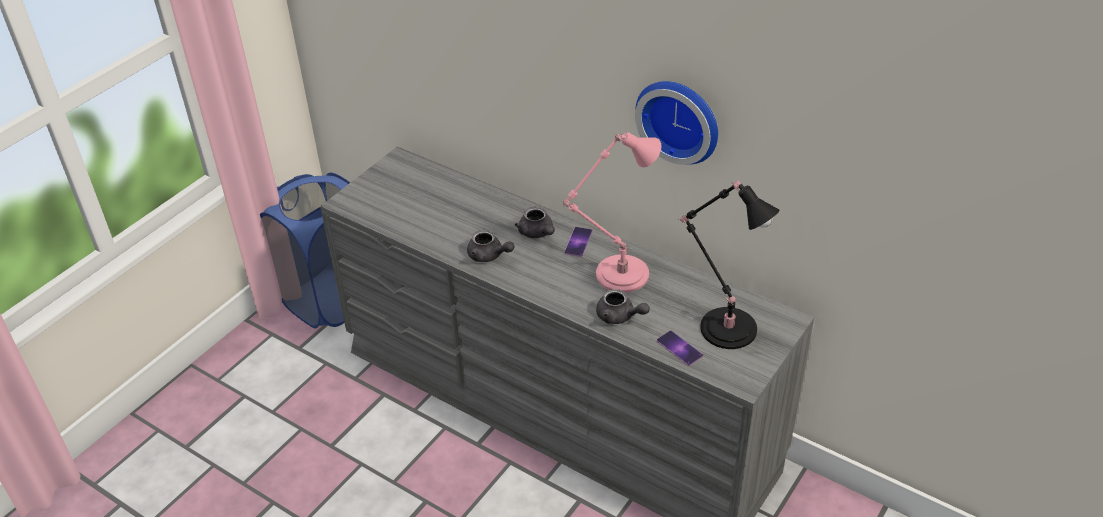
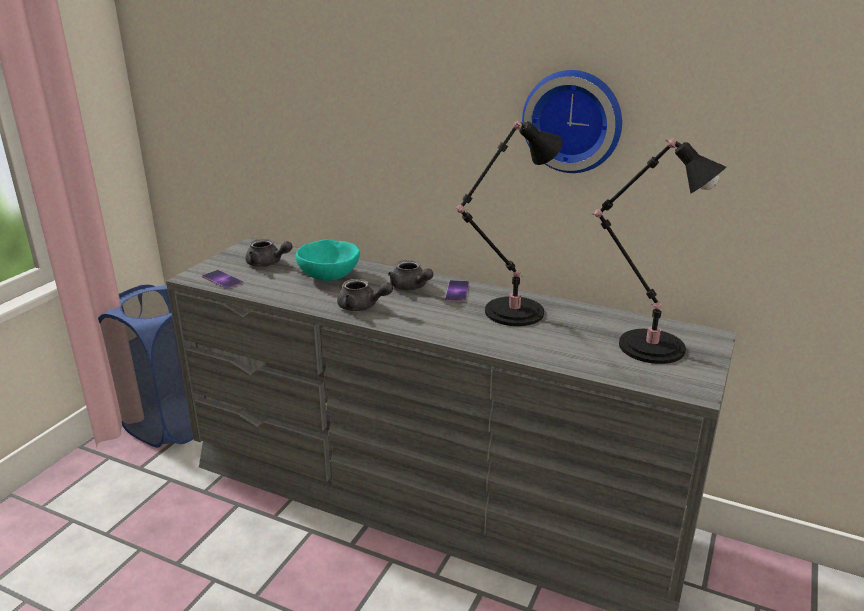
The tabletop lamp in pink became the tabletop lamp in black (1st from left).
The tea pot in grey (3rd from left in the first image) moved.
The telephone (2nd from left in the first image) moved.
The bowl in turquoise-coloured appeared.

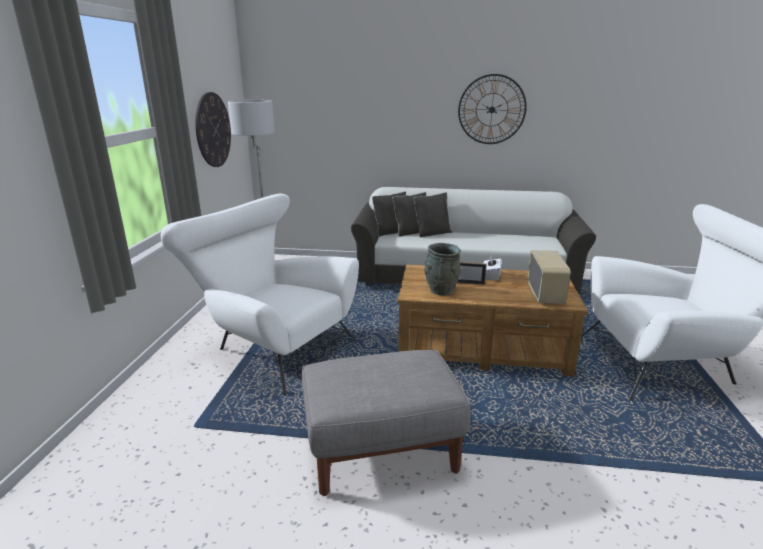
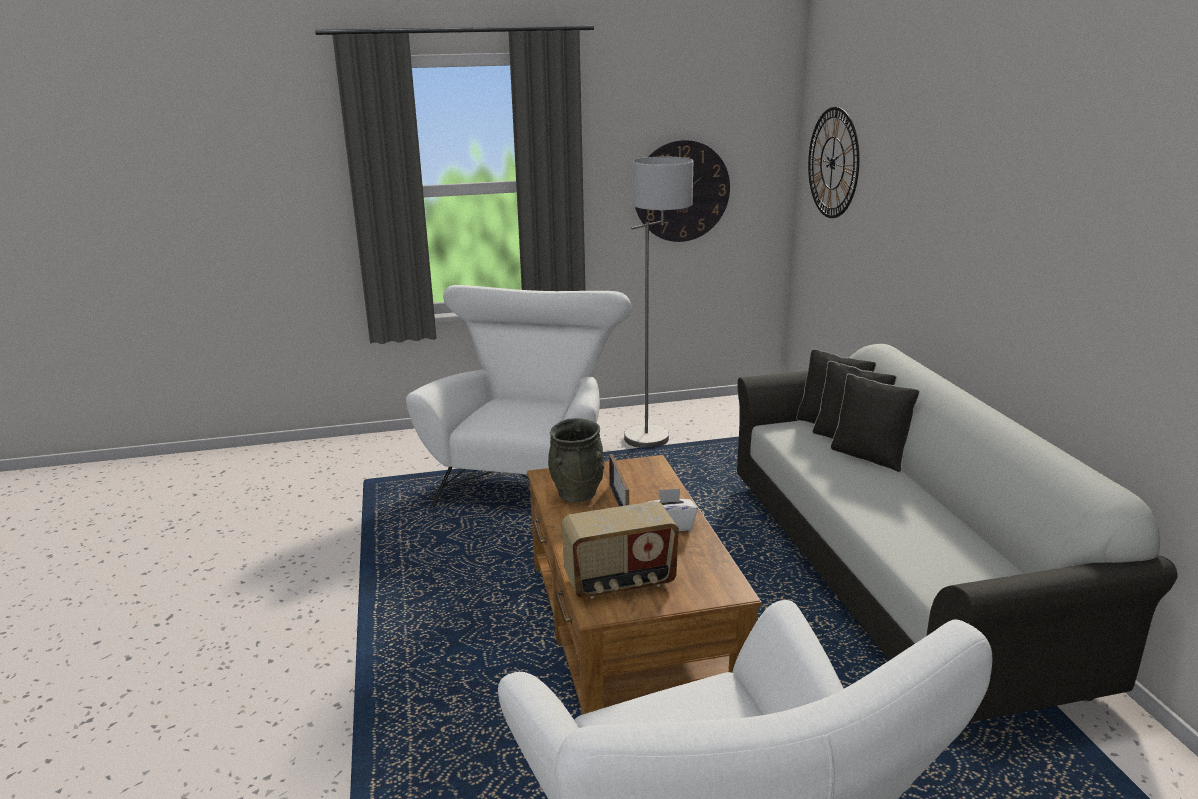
The wall clock (2nd from left) moved.
The ottoman in grey disappeared.

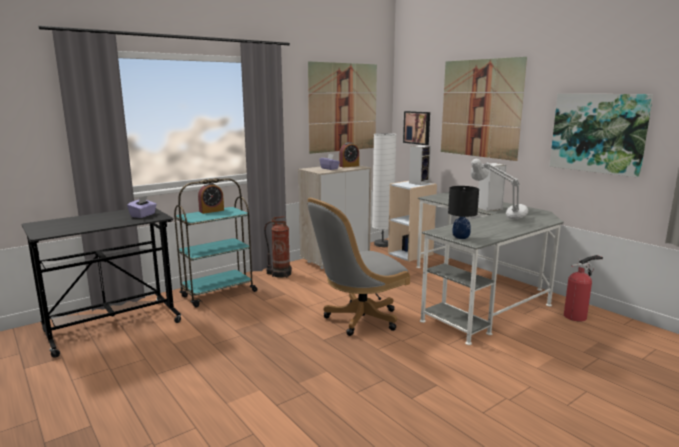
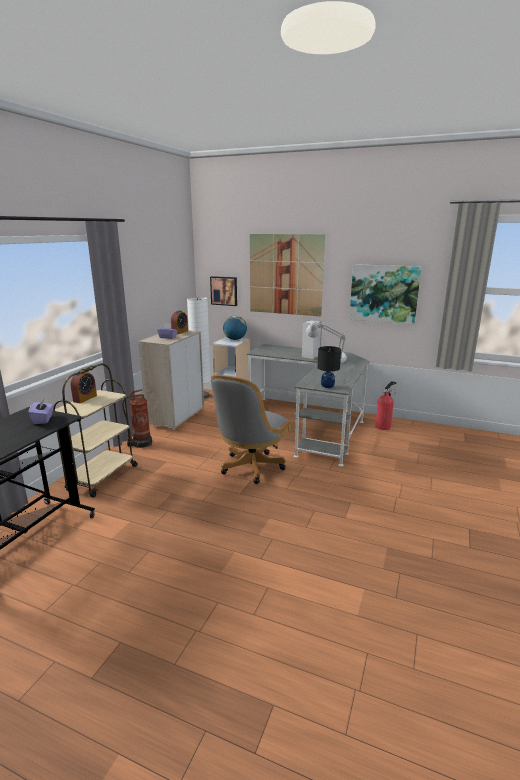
The picture (1st from left) disappeared.
The loudspeaker (1st from left) was replaced by the desk globe.
The cart in turquoise-coloured became the cart in beige-coloured.

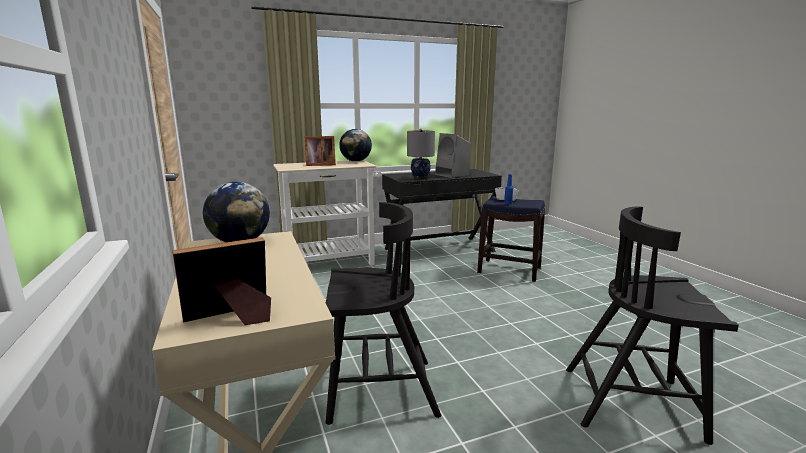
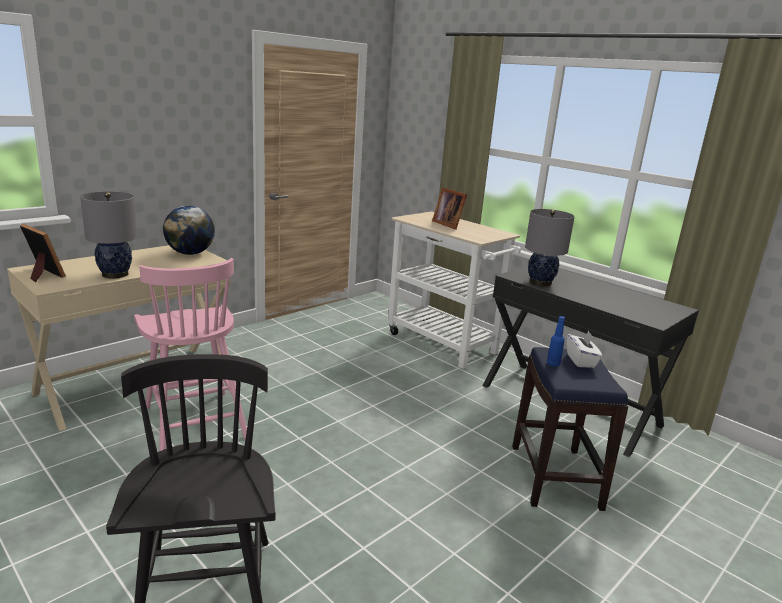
The desk globe (2nd from left) disappeared.
The loudspeaker in grey disappeared.
The chair in black (1st from left) became the chair in pink.
The tabletop lamp in grey (1st from left) appeared.

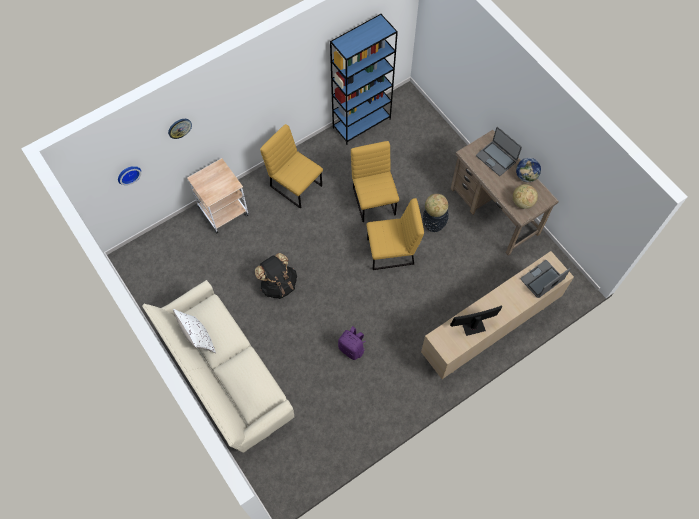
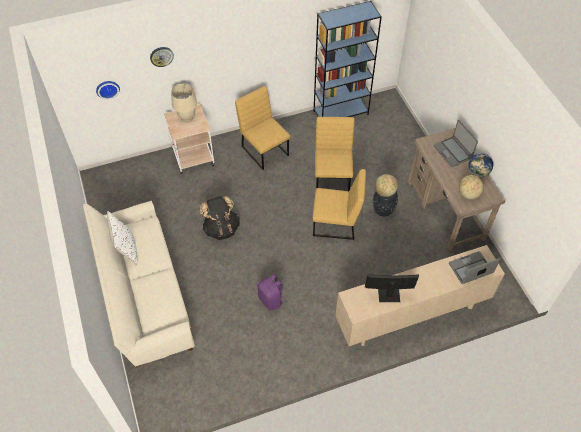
The tabletop lamp in beige-coloured appeared.

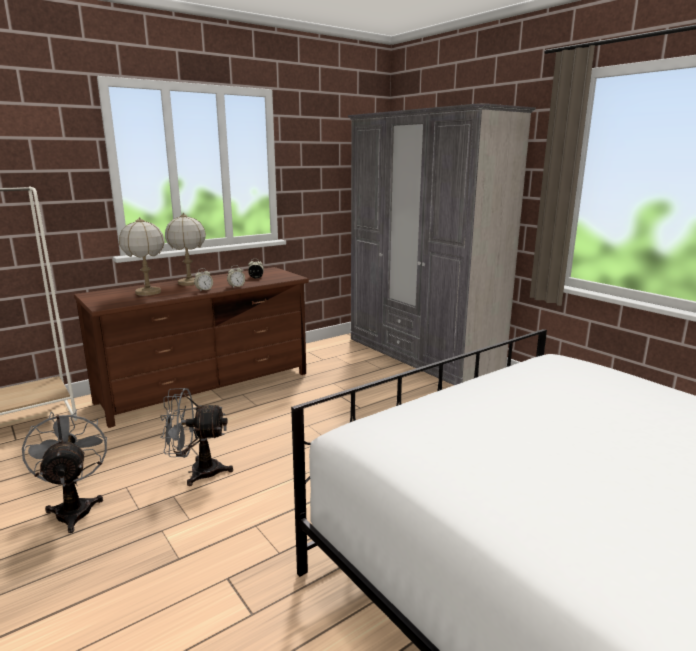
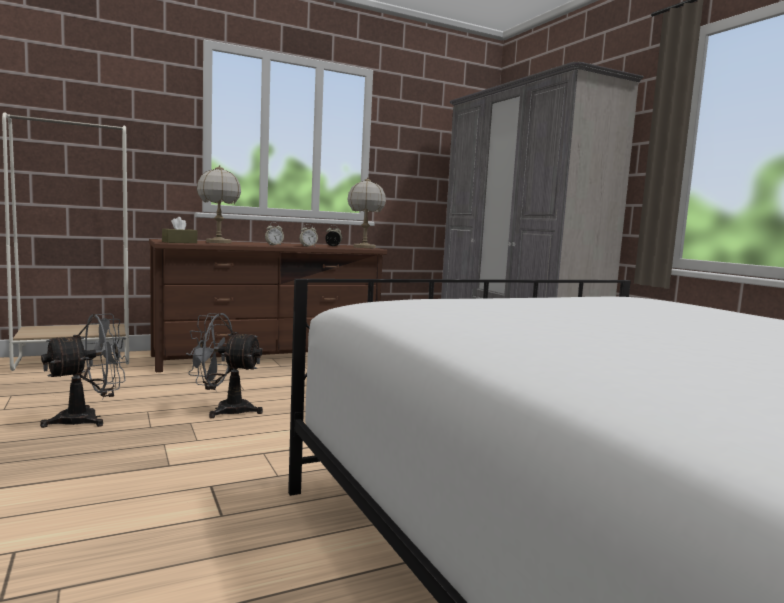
The tabletop lamp (2nd from left) moved.
The fan in grey (1st from left) turned 60 degrees clockwise.
The box of tissues in brown-coloured appeared.

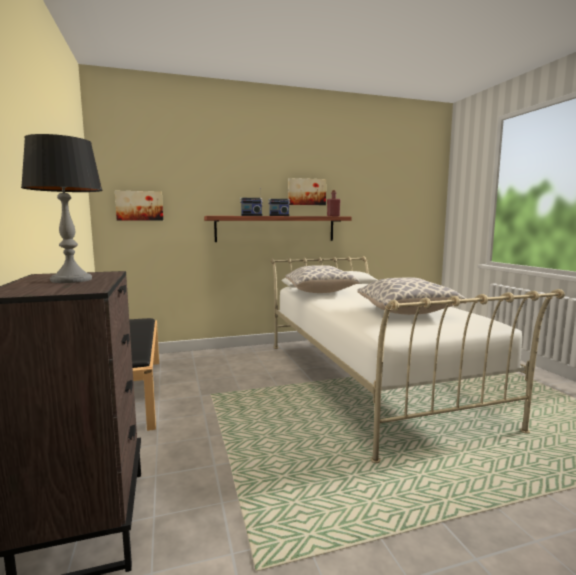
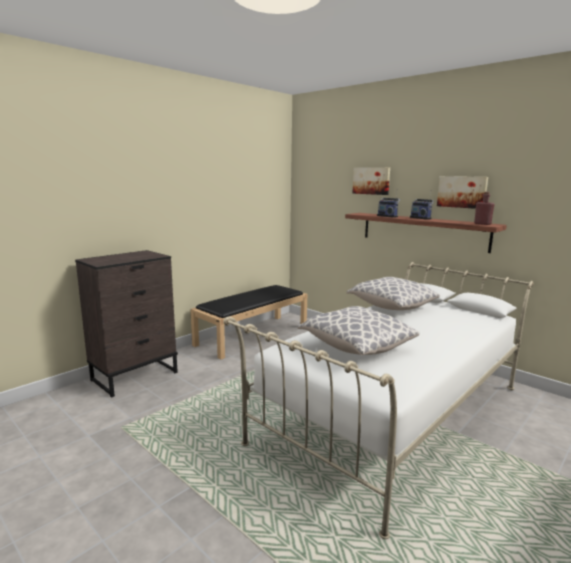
The tabletop lamp disappeared.
The picture (1st from left) moved.

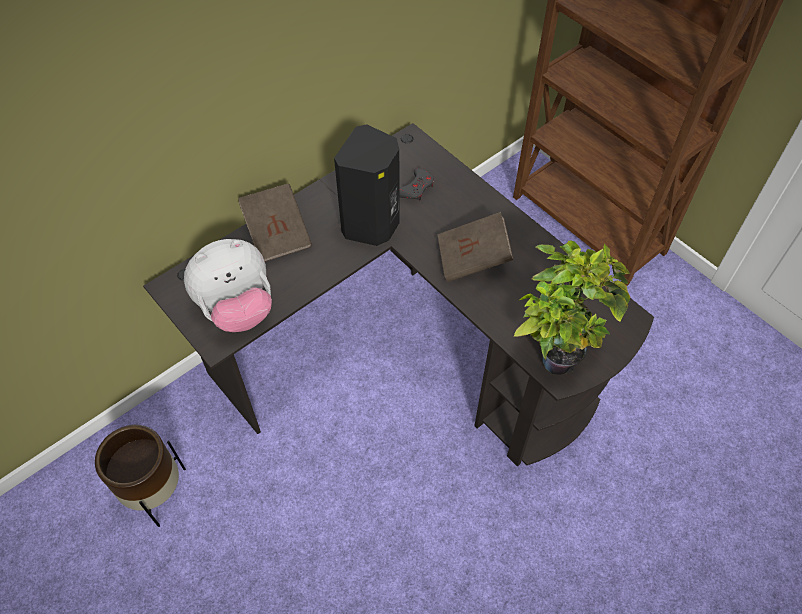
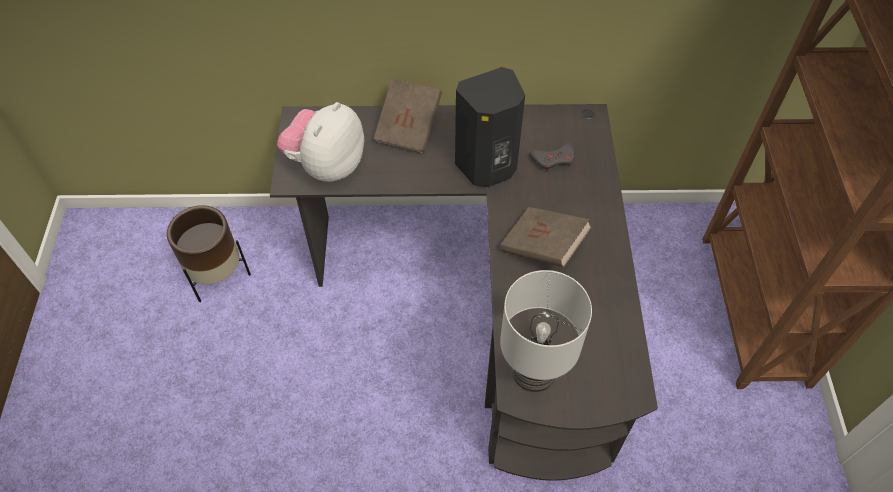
The plush toy turned 105 degrees clockwise.
The plant in a pot was replaced by the tabletop lamp in grey.

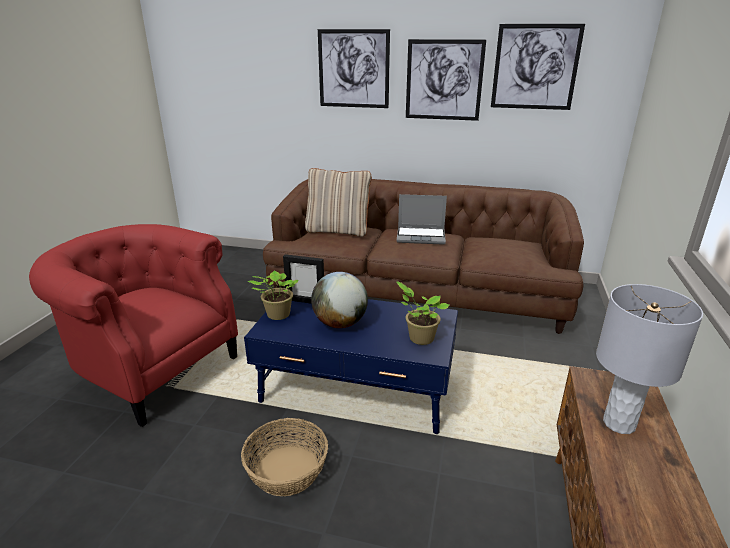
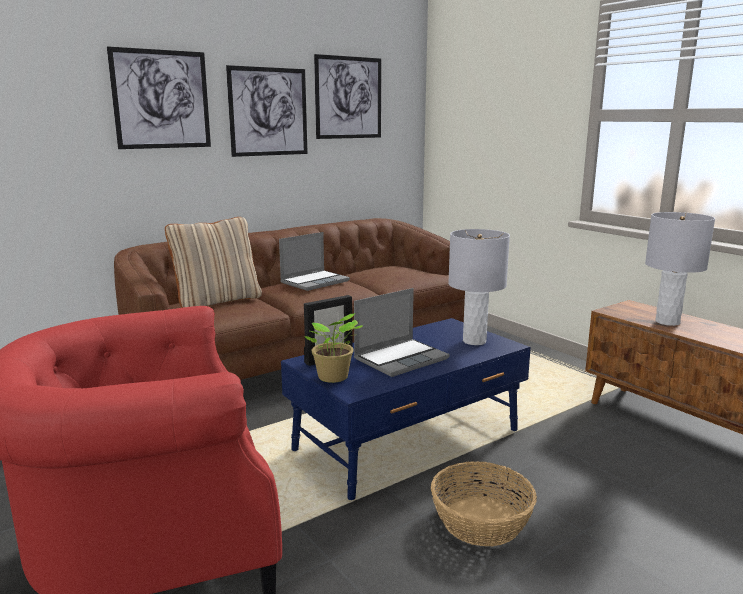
The desk globe was replaced by the portable computer (2nd from left).
The plant in a pot (2nd from left) was replaced by the tabletop lamp in grey (1st from left).

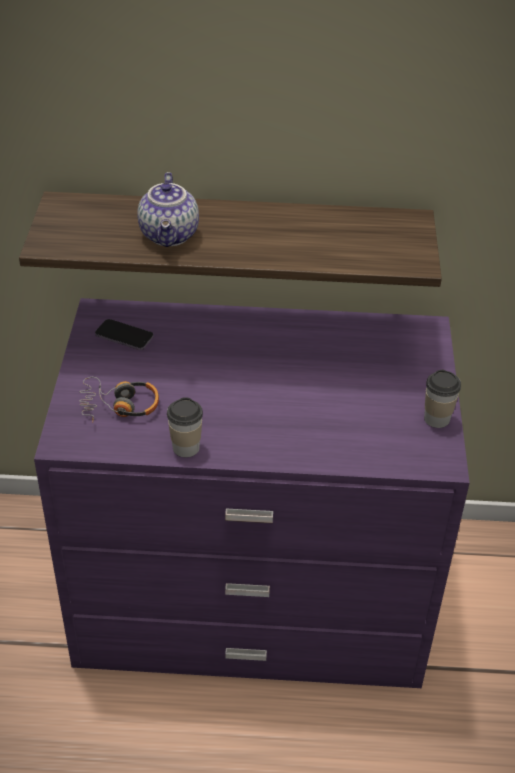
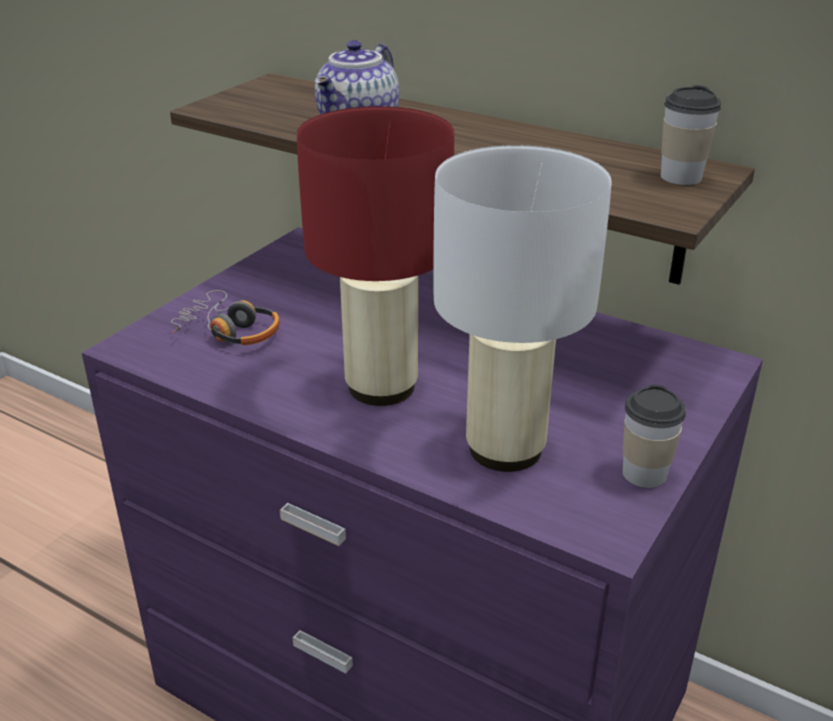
The telephone disappeared.
The small cup (1st from left in the first image) moved.
The tabletop lamp in red-coloured appeared.
The tabletop lamp in white-coloured appeared.

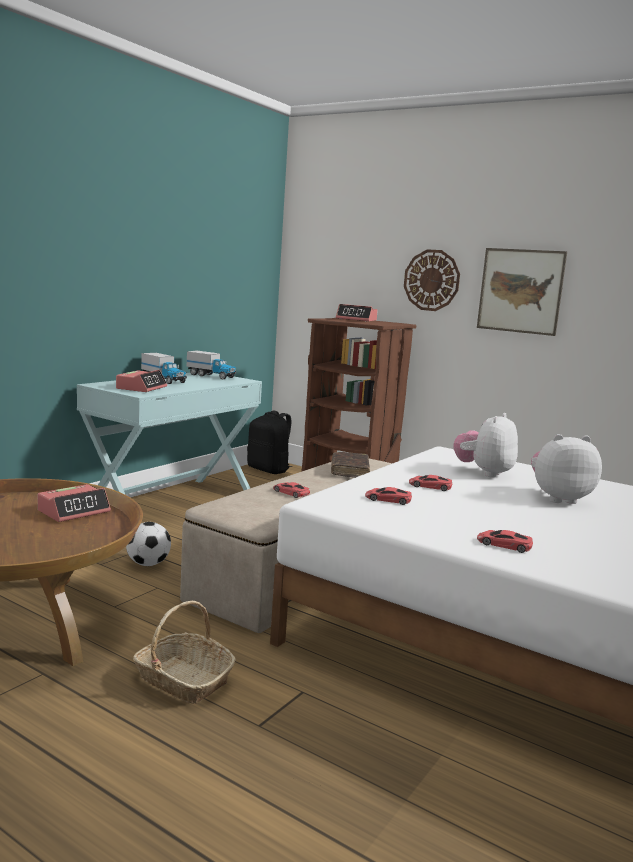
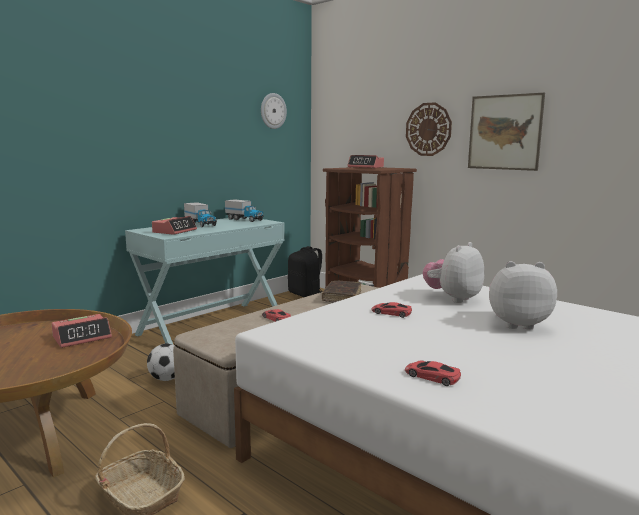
The model car in red-coloured (2nd from left) disappeared.
The wall clock (1st from left) appeared.

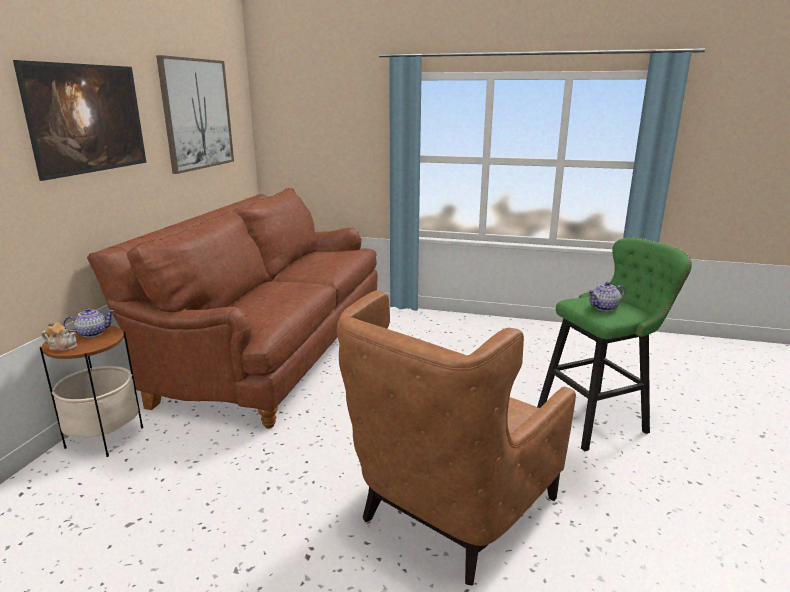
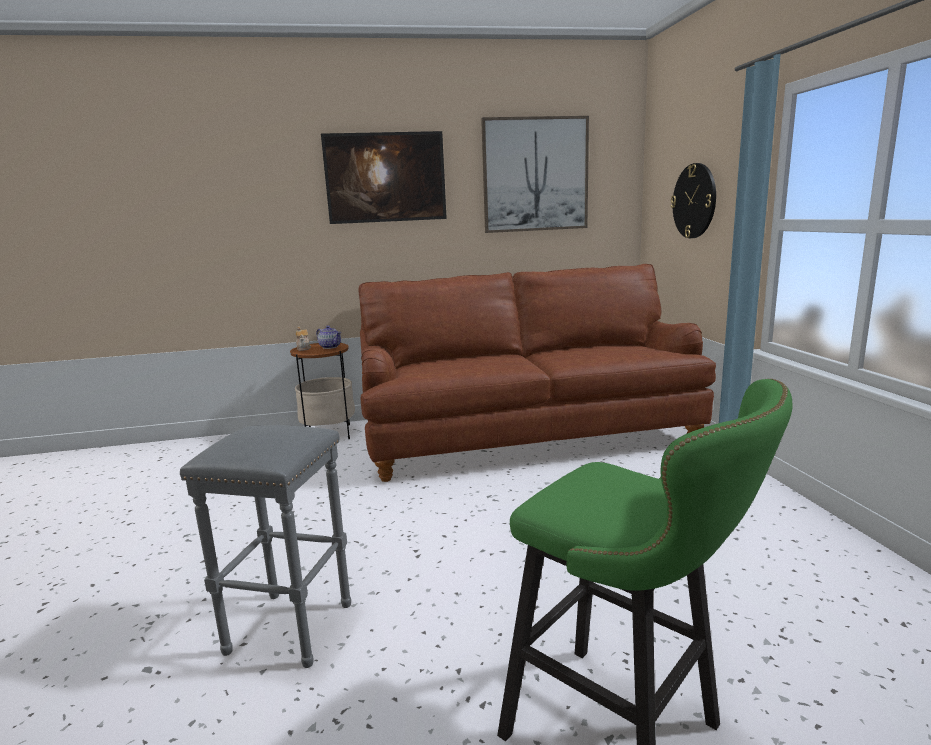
The tea pot (3rd from left) disappeared.
The easy chair in brown-coloured was replaced by the stool seat in grey.
The wall clock appeared.

